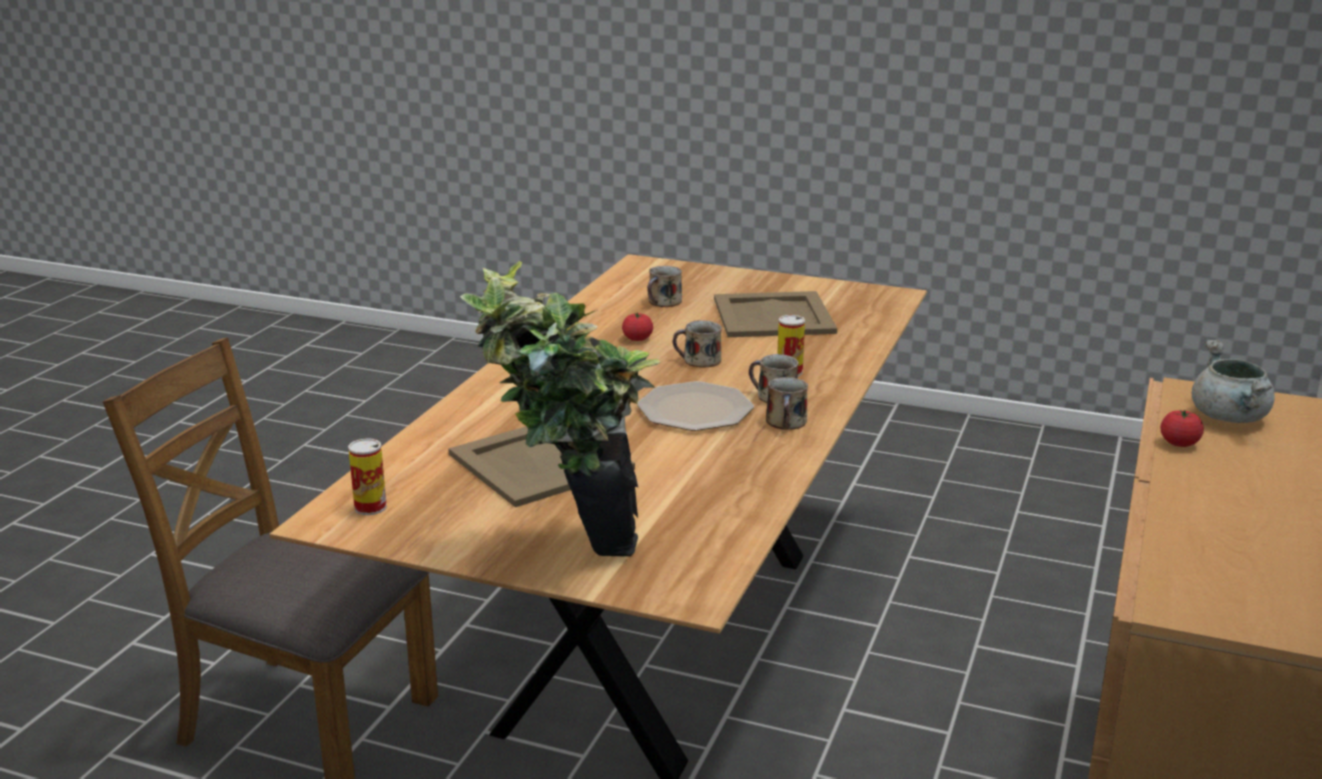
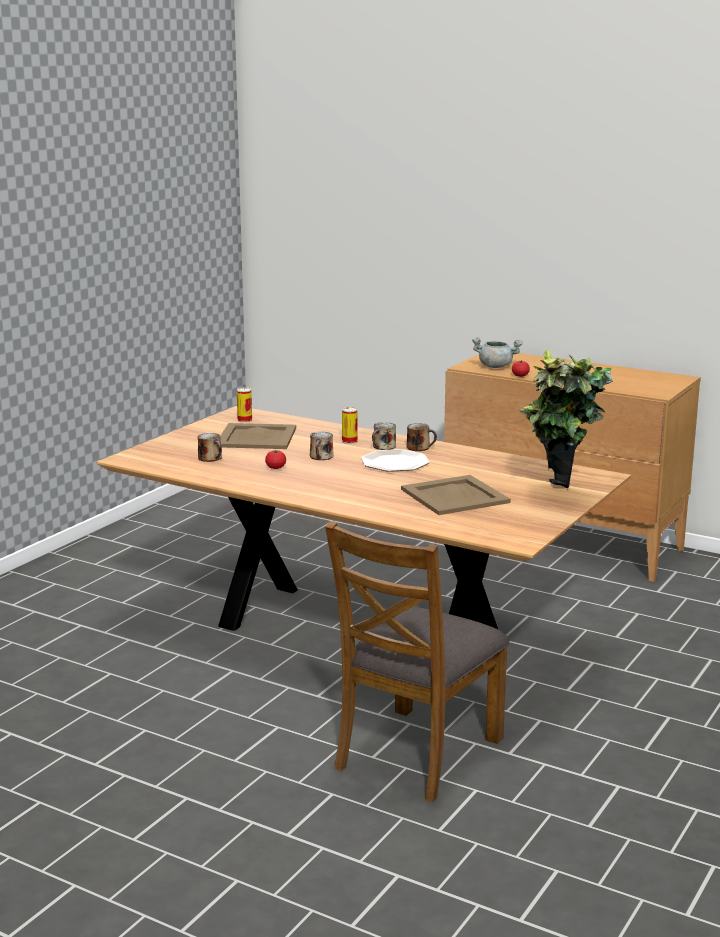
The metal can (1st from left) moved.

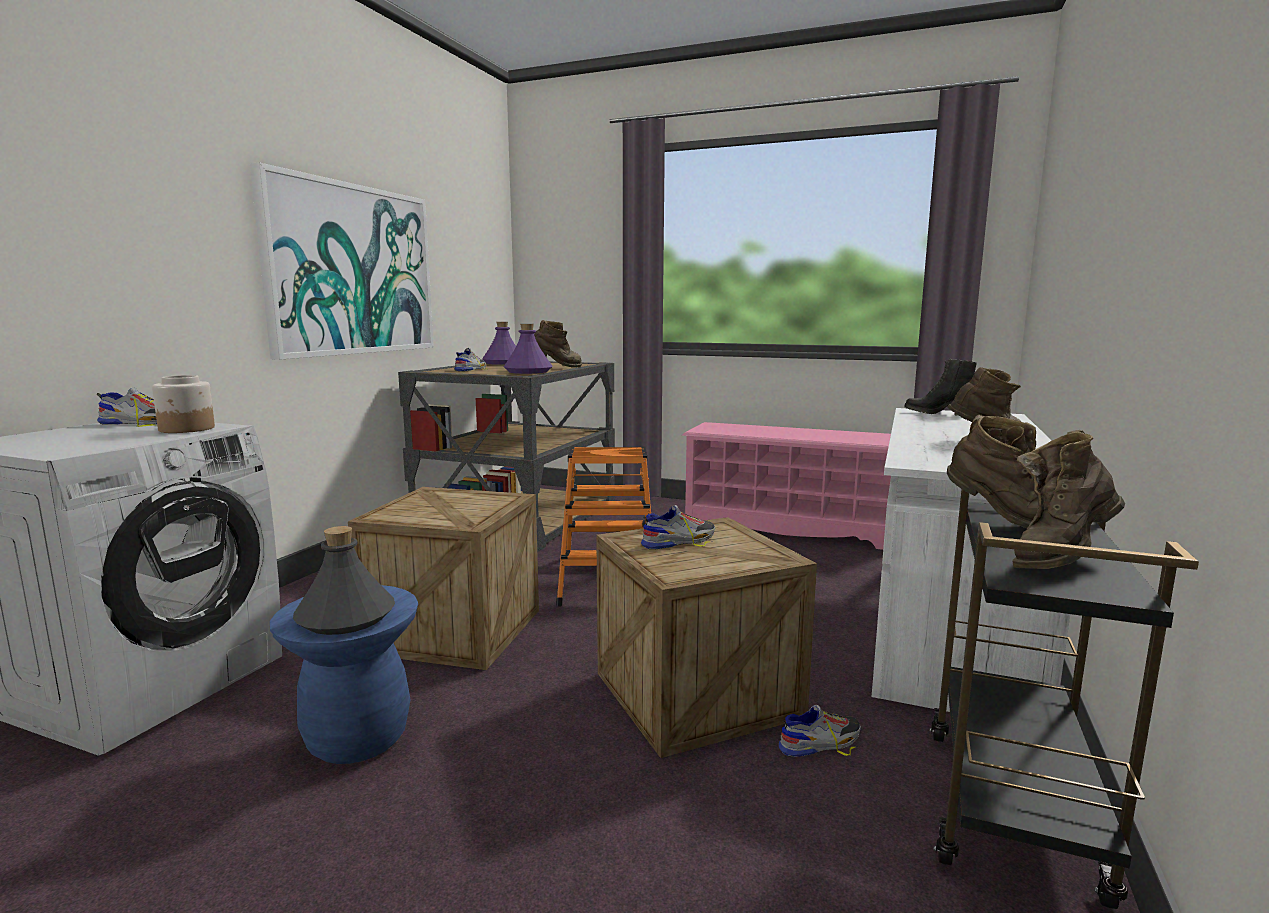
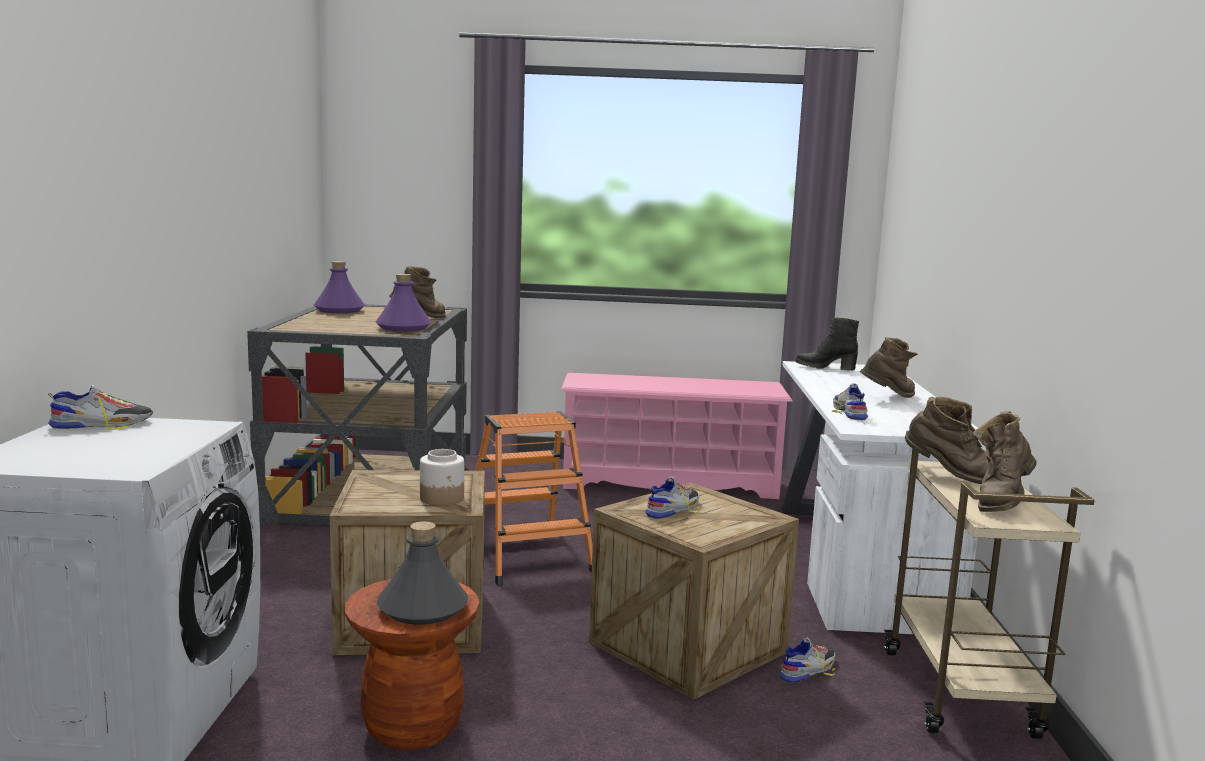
The picture disappeared.
The low shoe (2nd from left in the first image) moved.
The storage jar moved.
The cart in black became the cart in beige-coloured.
The stool seat in blue became the stool seat in brown-coloured.

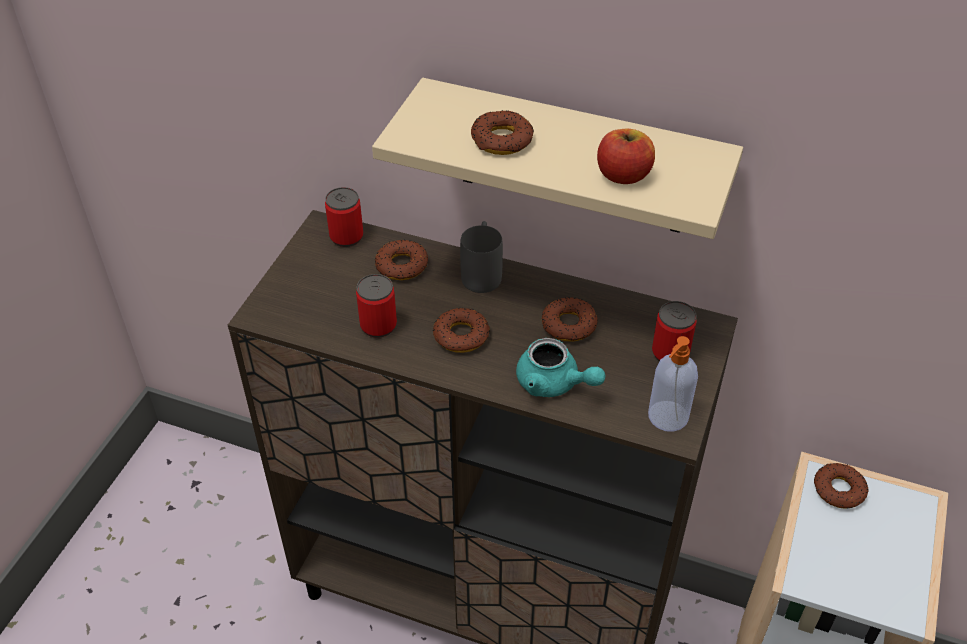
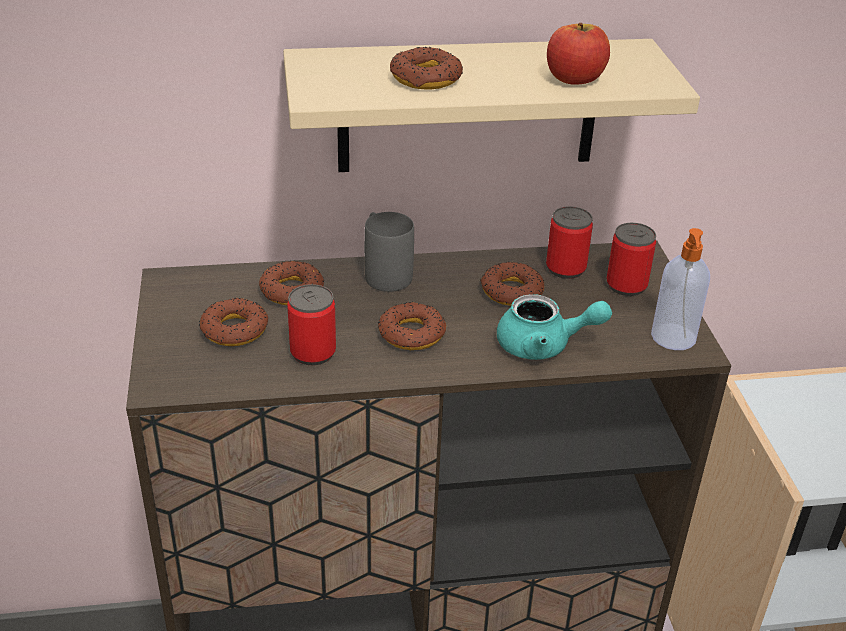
The metal can (1st from left in the first image) moved.
The donut (5th from left in the first image) moved.

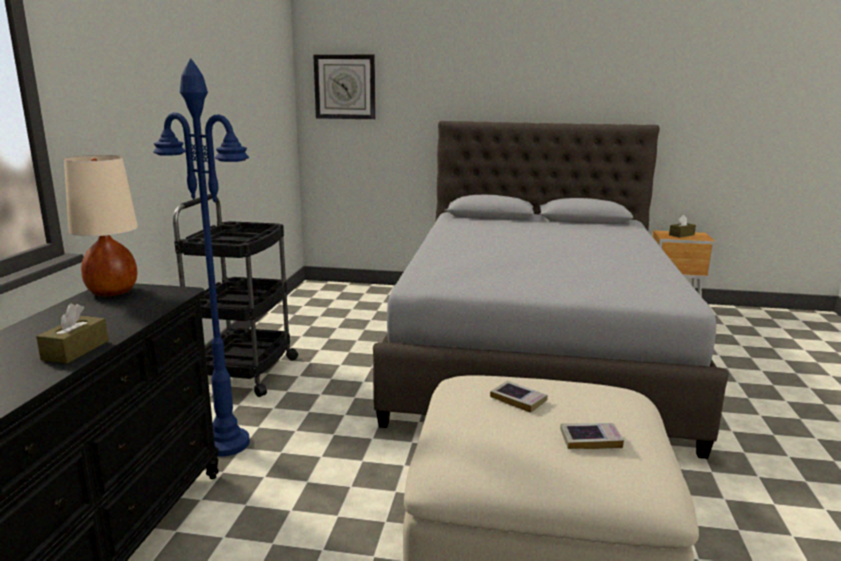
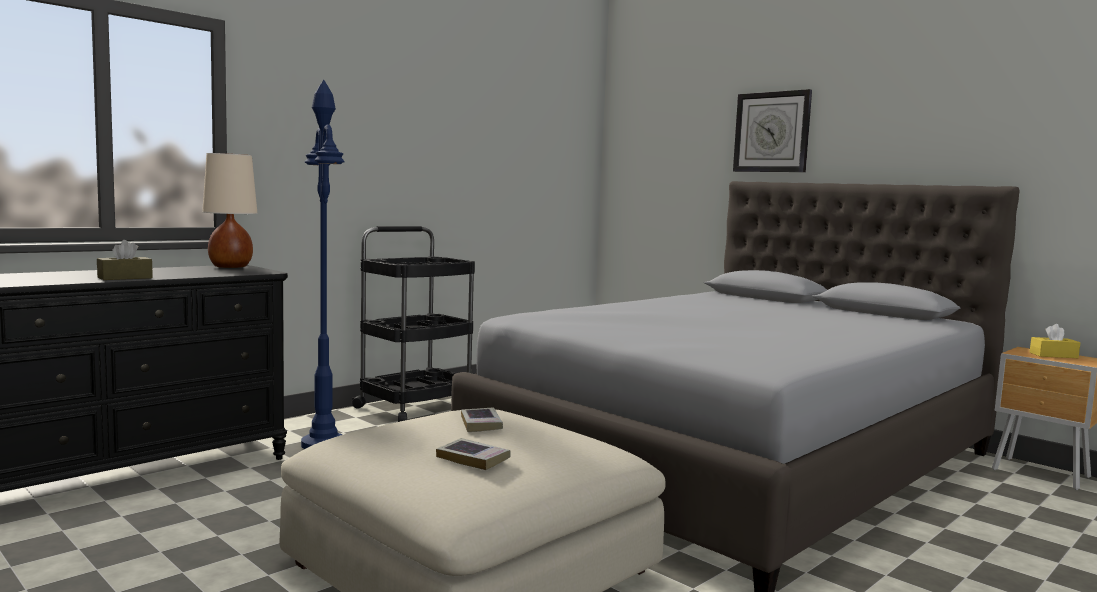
The wall clock moved.
The box of tissues in brown-coloured (2nd from left) became the box of tissues in yellow-coloured.

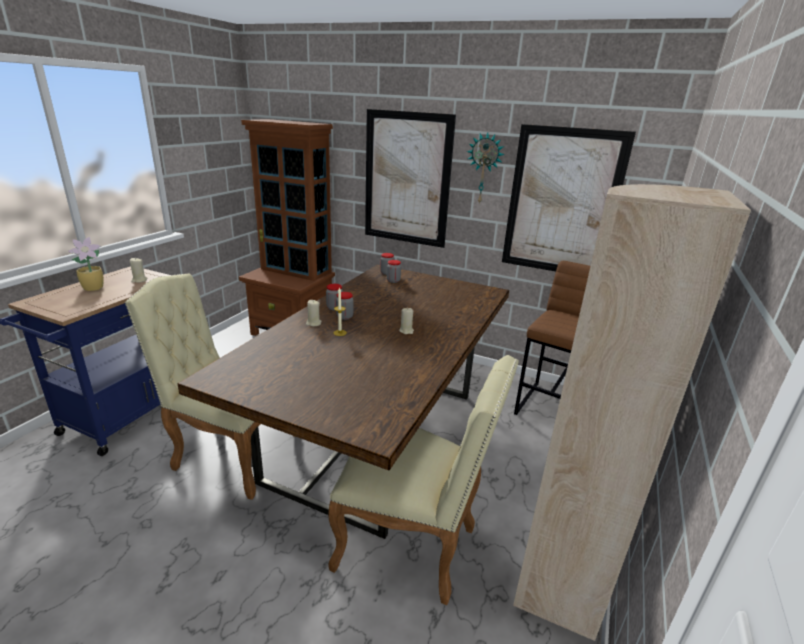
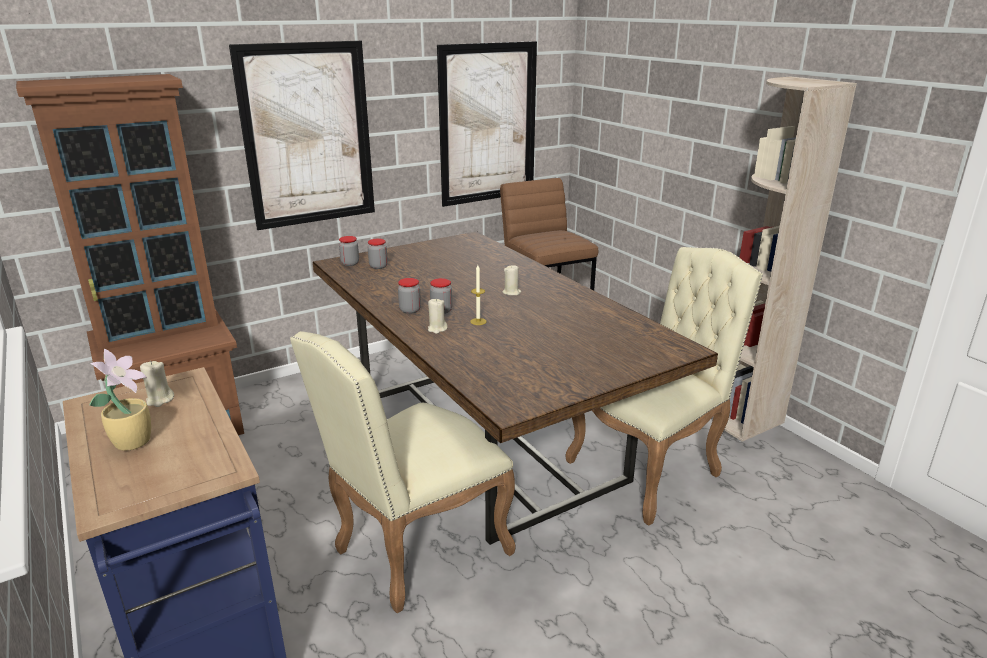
The wall clock disappeared.

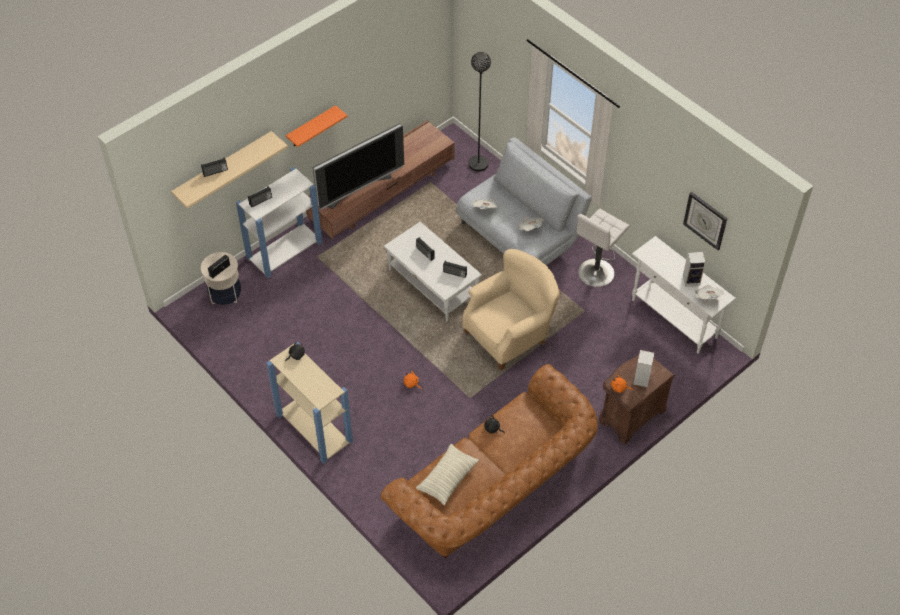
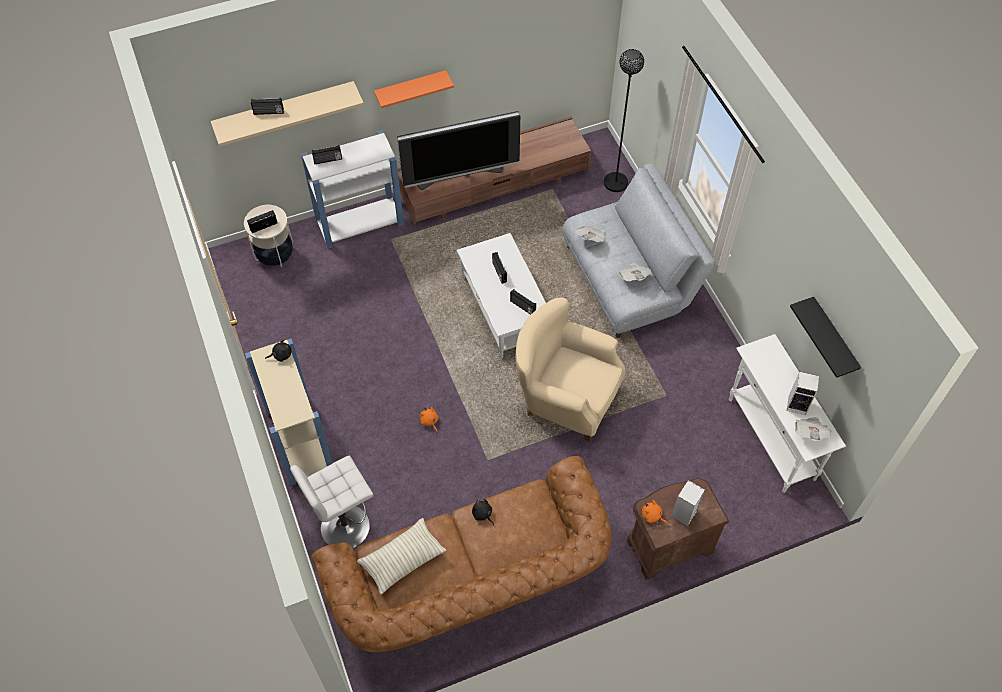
The wall clock was replaced by the shelf in black.
The stool seat in white-coloured moved.
The easy chair in beige-coloured turned 135 degrees counterclockwise.

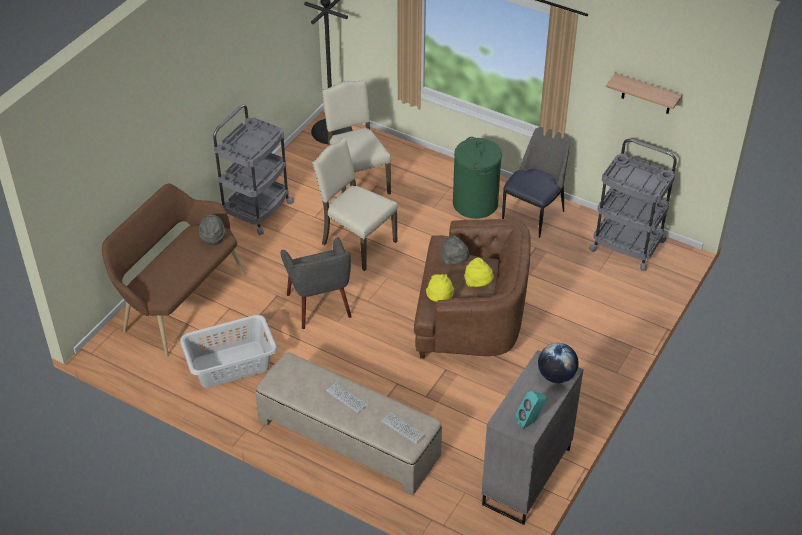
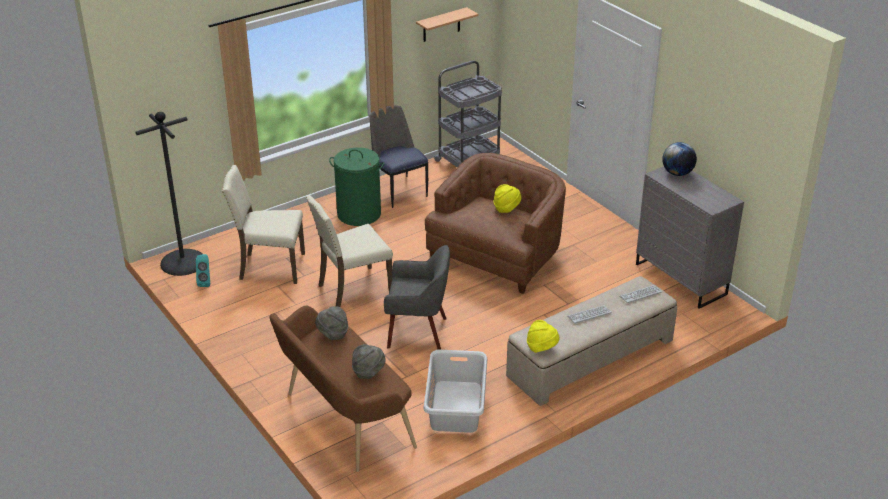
The cart in grey (1st from left) disappeared.
The hat in grey (2nd from left) moved.
The hat in yellow-coloured (1st from left in the first image) moved.
The loudspeaker in turquoise-coloured moved.

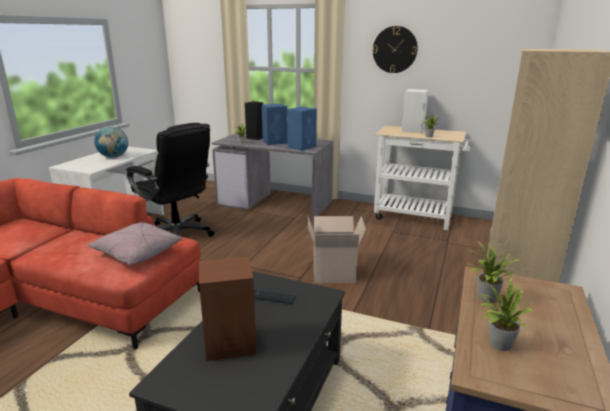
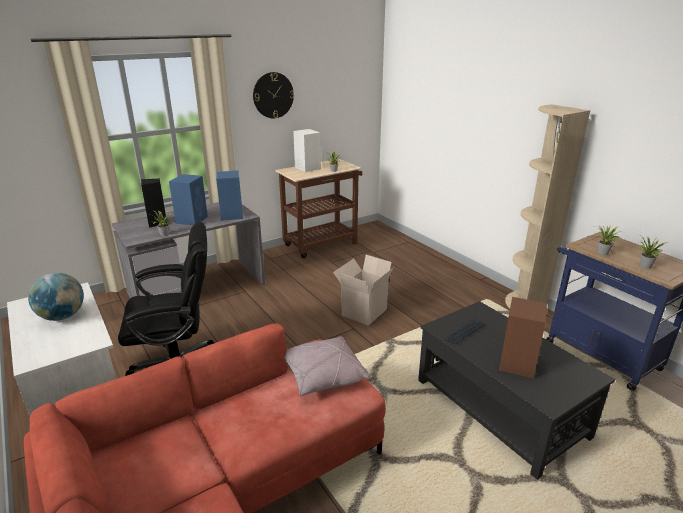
The cart in white-coloured became the cart in brown-coloured.

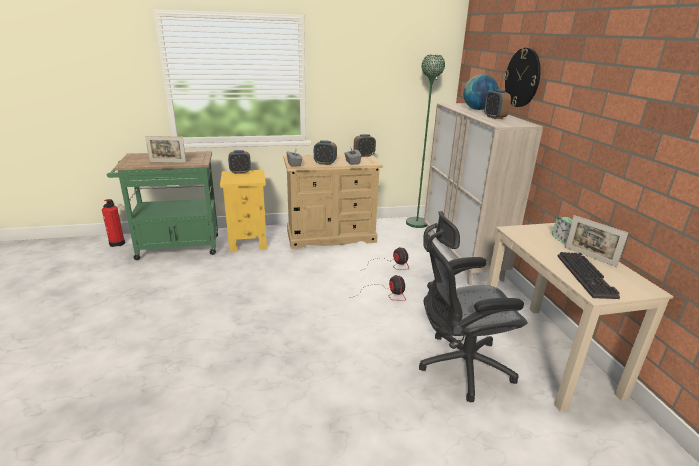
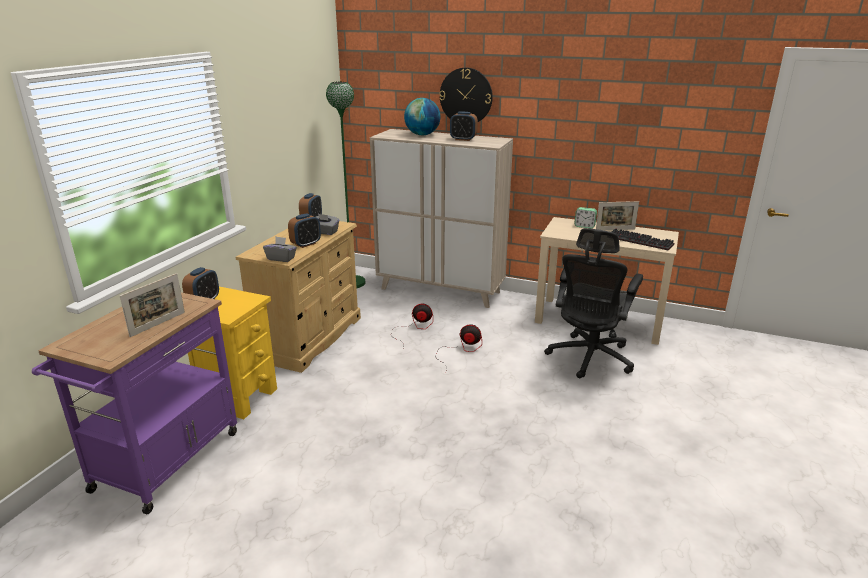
The cart in greenish became the cart in purplish.
The extinguisher disappeared.

